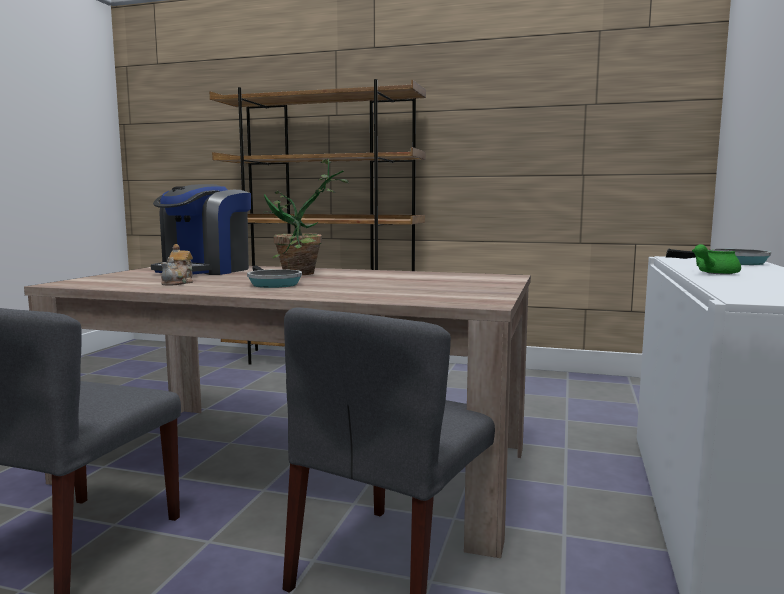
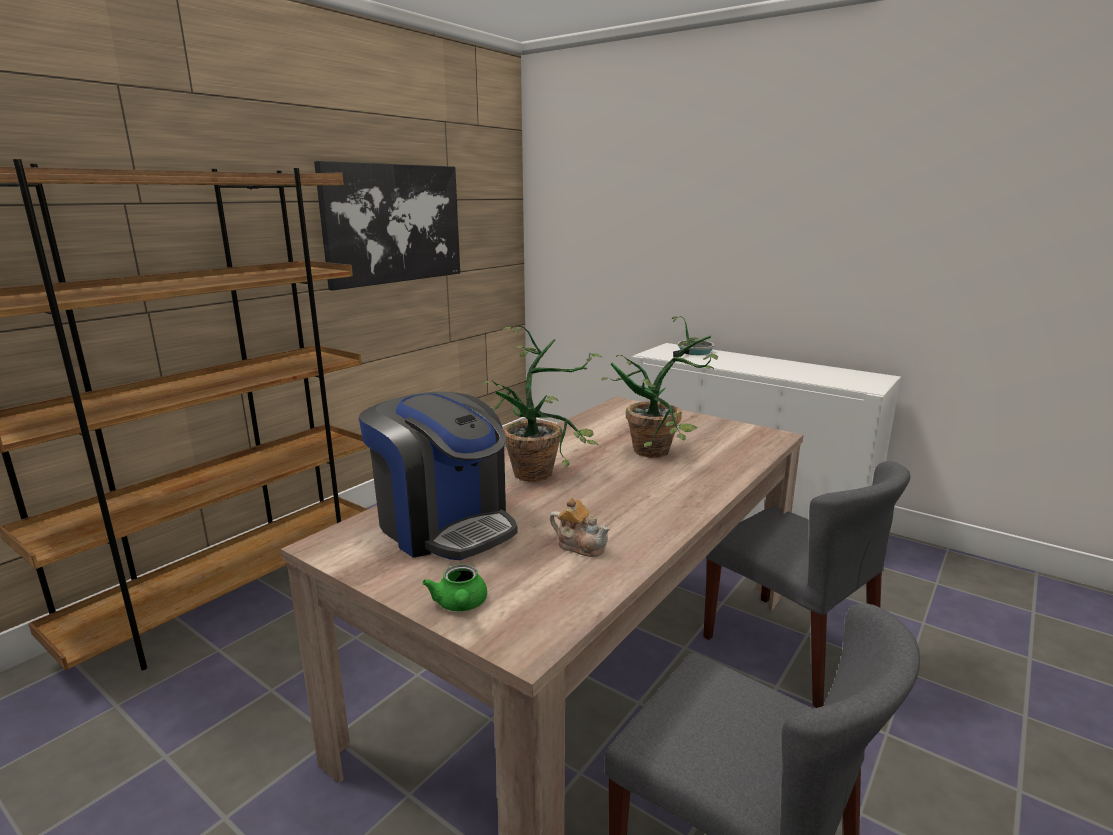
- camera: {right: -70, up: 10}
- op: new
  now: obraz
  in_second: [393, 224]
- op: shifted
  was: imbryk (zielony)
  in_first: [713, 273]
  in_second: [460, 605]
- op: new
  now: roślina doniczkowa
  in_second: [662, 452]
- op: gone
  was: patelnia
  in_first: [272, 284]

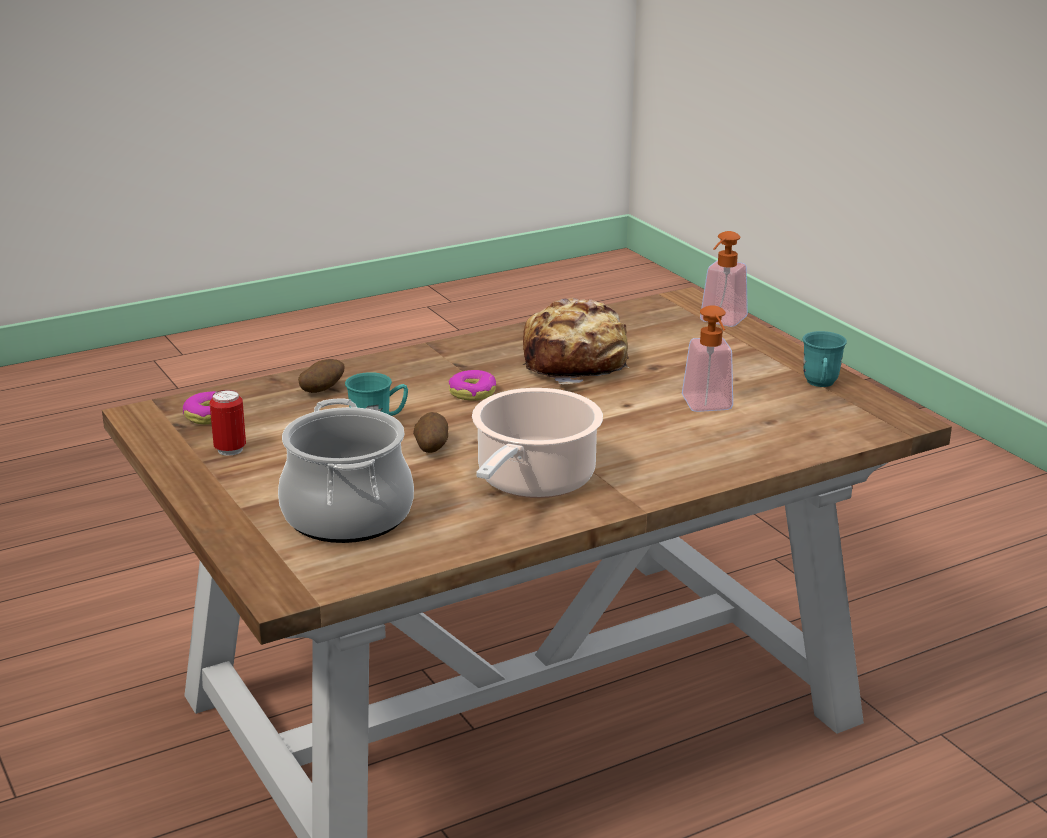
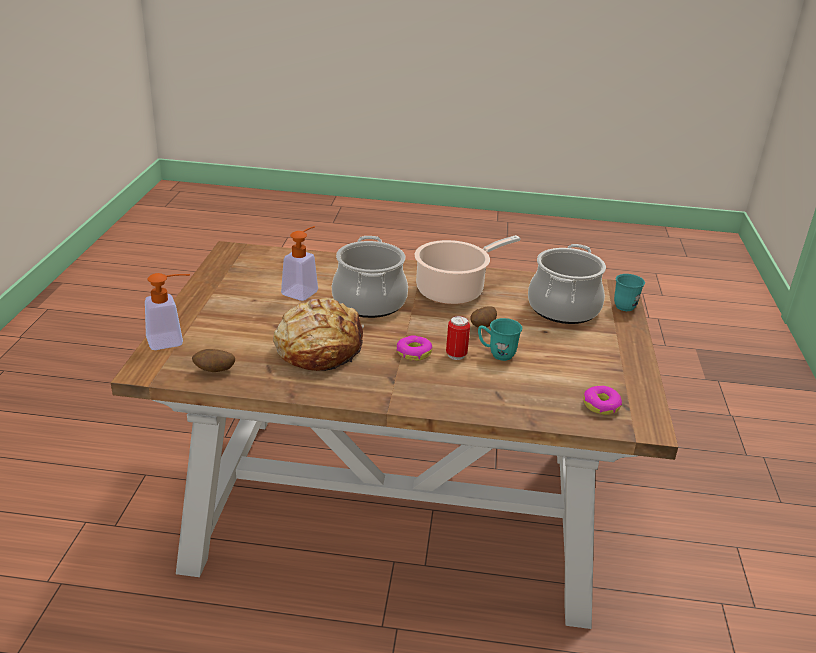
- camera: {right: -145, up: 5}
- op: shifted
  was: ziemniak
  in_first: [322, 390]
  in_second: [214, 371]
- op: new
  now: garnek
  in_second: [369, 302]
- op: shifted
  was: puszka
  in_first: [230, 450]
  in_second: [456, 355]
- op: shifted
  was: kubek (turkusowy)
  in_first: [820, 384]
  in_second: [627, 305]

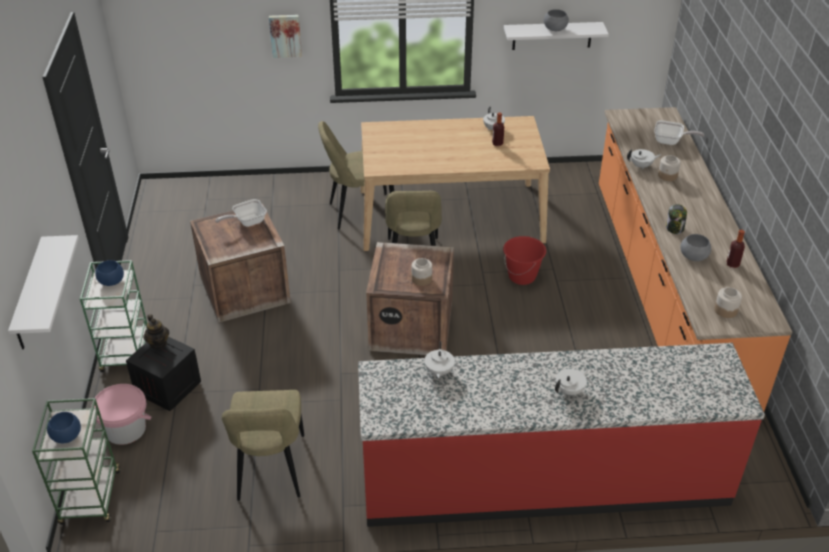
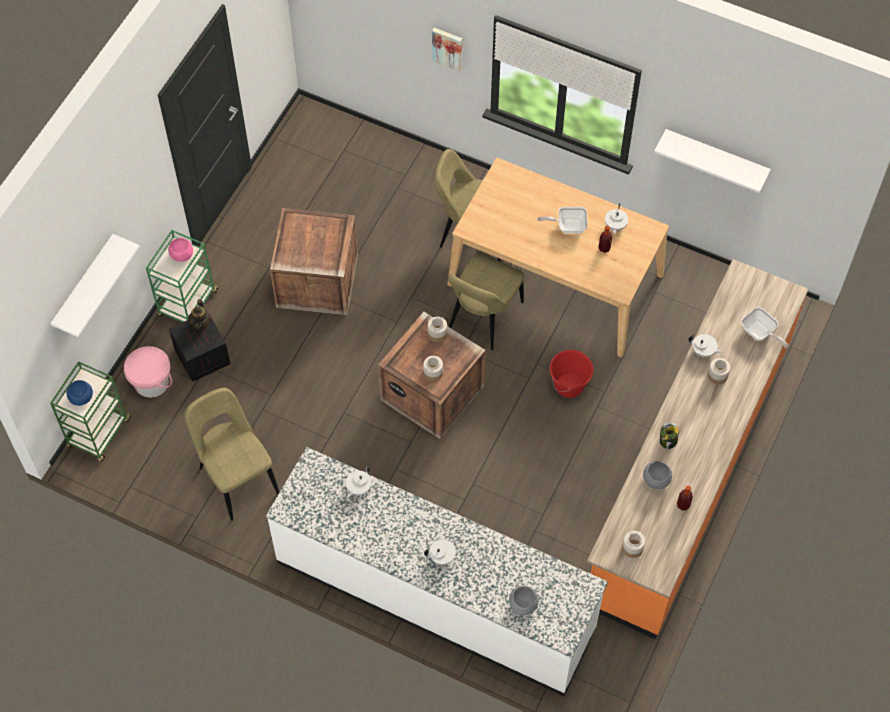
- camera: {right: 30, up: 20}
- op: repainted
  was: miska (niebieski)
  now: miska (różowy)
  in_first: [111, 281]
  in_second: [182, 255]
- op: rotated
  was: krzesło (beżowy)
  in_first: [270, 471]
  in_second: [237, 478]
  clockwise: 120
- op: repainted
  was: zabudowa kuchenna (czerwony)
  now: zabudowa kuchenna (biały)
  in_first: [543, 479]
  in_second: [435, 595]
- op: new
  now: słoik
  in_second: [437, 334]
- op: shifted
  was: miska (szary)
  in_first: [555, 29]
  in_second: [522, 605]
- op: shifted
  was: patelnia
  in_first: [247, 222]
  in_second: [568, 226]

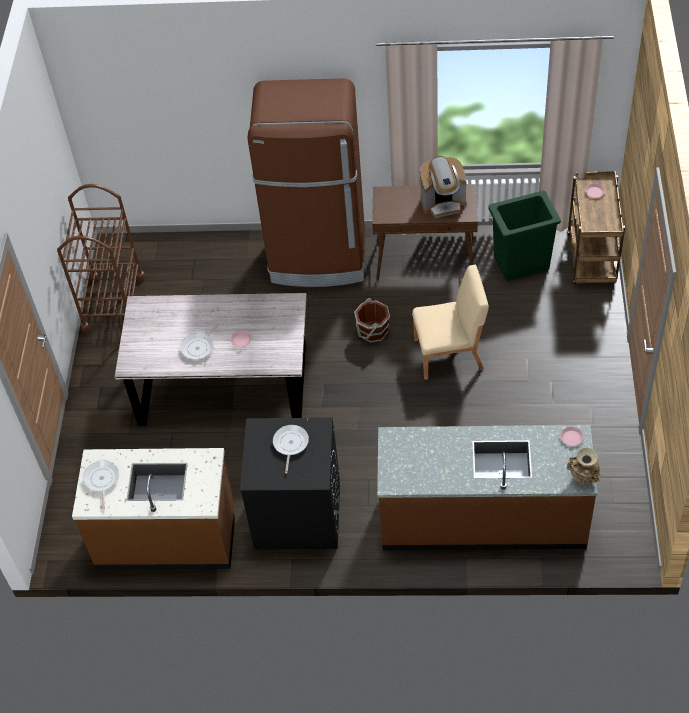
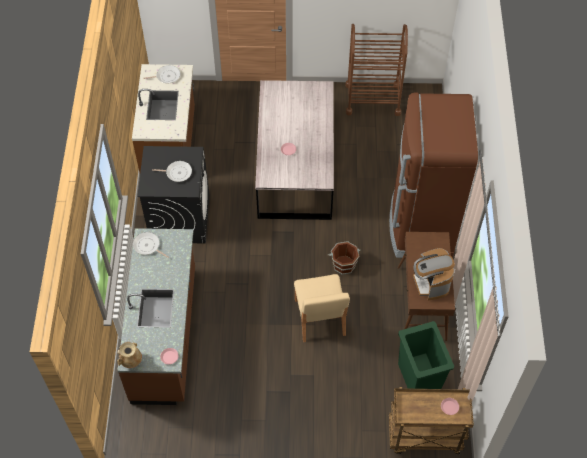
- camera: {right: 85, up: 5}
- op: shifted
  was: patelnia
  in_first: [199, 347]
  in_second: [148, 246]

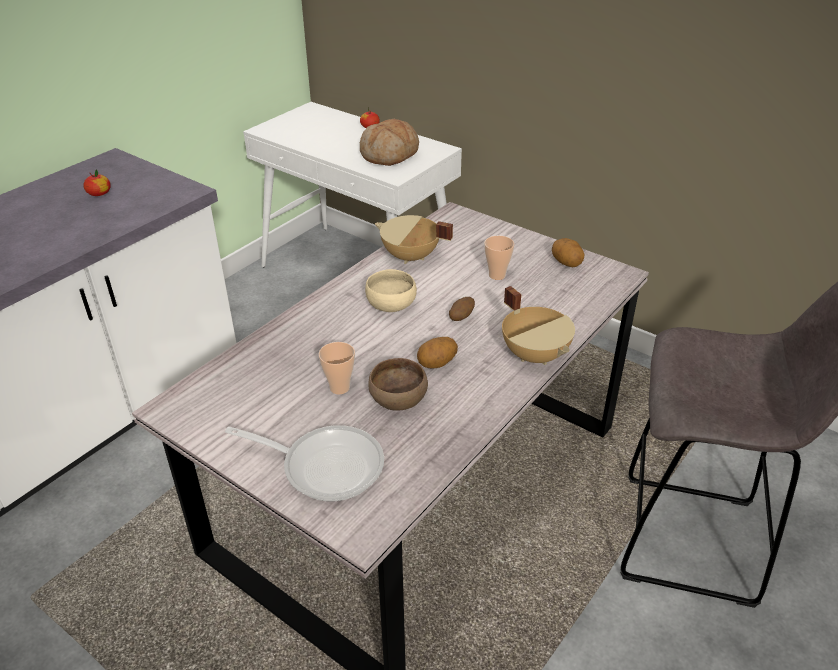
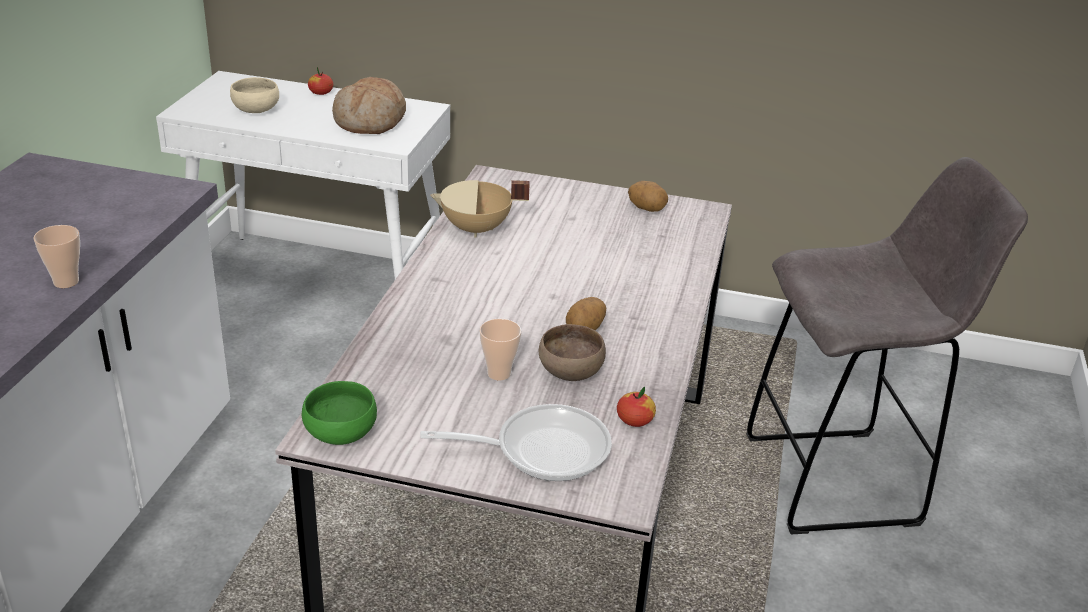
- camera: {right: -25, up: -5}
- op: shifted
  was: filiżanka
  in_first: [497, 275]
  in_second: [66, 282]
- op: shifted
  was: miska (beżowy)
  in_first: [391, 305]
  in_second: [256, 110]
- op: new
  now: miska (zielony)
  in_second: [340, 435]
- op: shifted
  was: jabłko
  in_first: [99, 193]
  in_second: [634, 420]
- op: gone
  was: ziemniak
  in_first: [461, 317]
- op: gone
  was: garnek (beżowy)
  in_first: [535, 354]

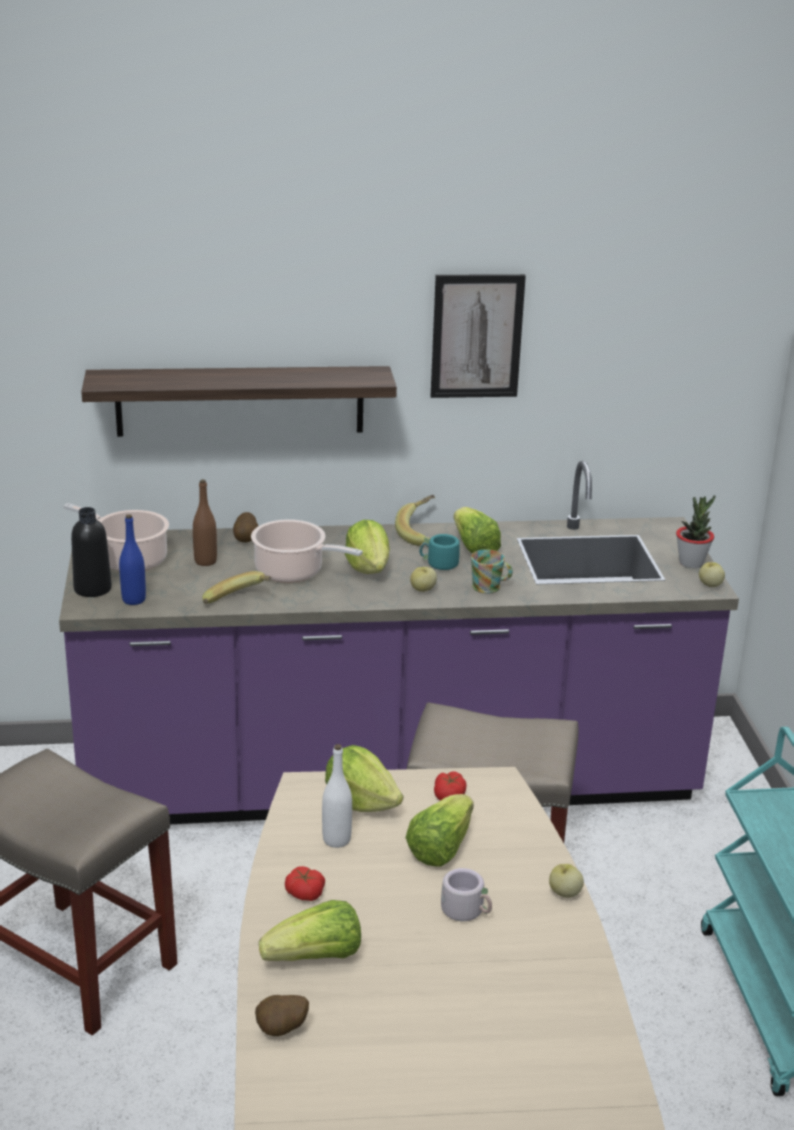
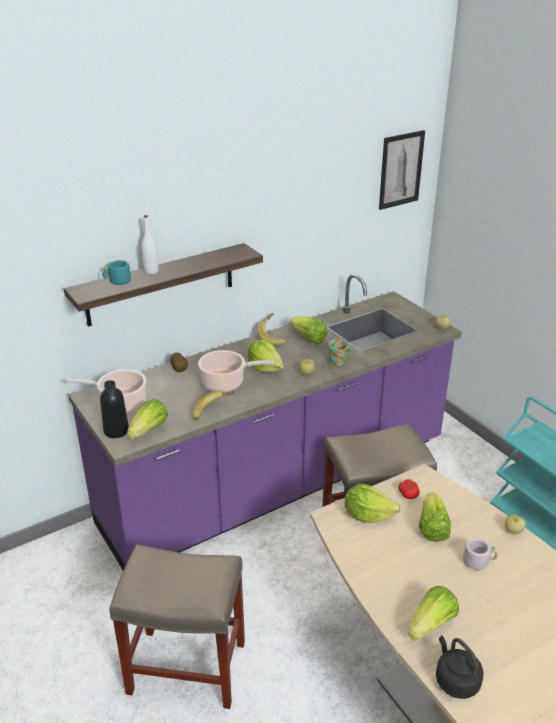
- camera: {right: -25, up: 5}
- op: shifted
  was: kubek (turkusowy)
  in_first: [439, 565]
  in_second: [117, 282]
- op: swapped
  was: butelka (niebieski)
  now: sałata
  in_first: [134, 600]
  in_second: [149, 430]
- op: shifted
  was: butelka (biały)
  in_first: [336, 840]
  in_second: [151, 271]
- op: shifted
  was: obraz
  in_first: [476, 336]
  in_second: [401, 170]
- op: swapped
  was: ziemniak
  now: czajnik (czarny)
  in_first: [282, 1031]
  in_second: [455, 680]
- op: gone
  was: butelka (brązowy)
  in_first: [205, 561]
- op: gone
  was: pomidor
  in_first: [304, 893]
- op: gone
  was: roślina doniczkowa
  in_first: [691, 563]

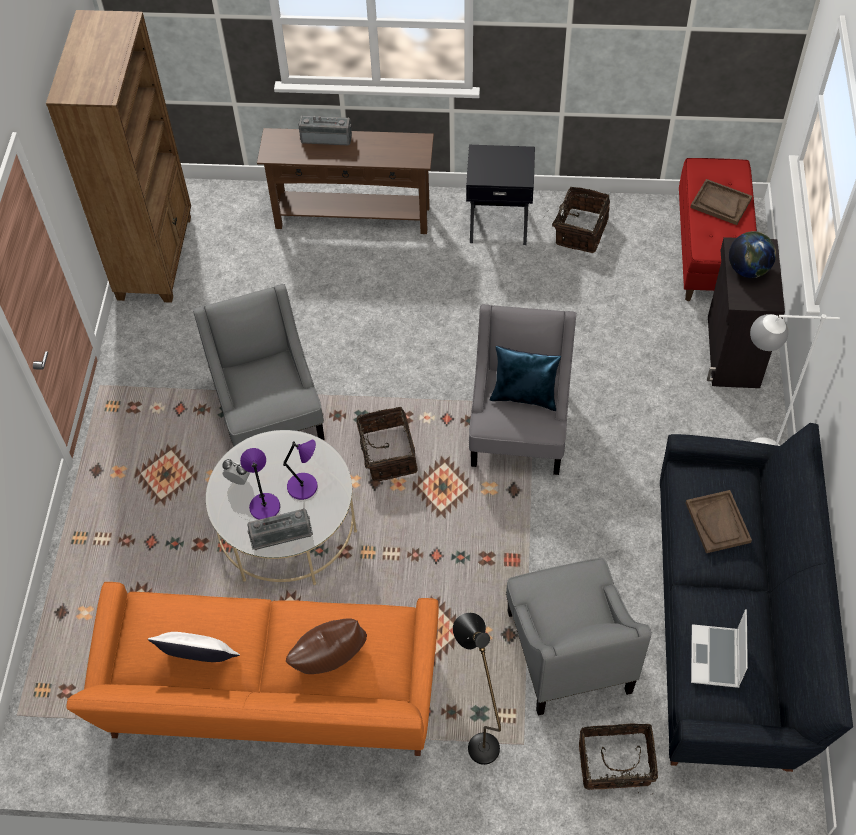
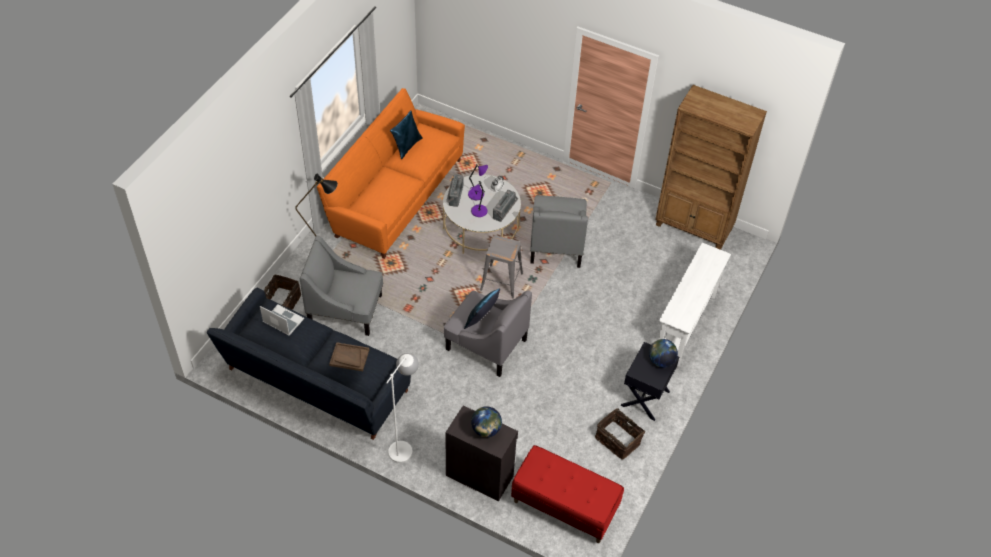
- camera: {right: 110, up: -5}
- op: repainted
  was: poduszka (biały)
  now: poduszka (niebieski)
  in_first: [199, 661]
  in_second: [407, 146]
- op: swapped
  was: koszyk
  now: stołek (szary)
  in_first: [387, 454]
  in_second: [501, 281]
- op: shifted
  was: radio
  in_first: [326, 137]
  in_second: [505, 211]
- op: rotated
  was: fotel (szary)
  in_first: [269, 412]
  in_second: [556, 243]
  clockwise: 90
- op: new
  now: globus
  in_second: [661, 361]
- op: repainted
  was: stolik konsolowy (brązowy)
  now: stolik konsolowy (biały)
  in_first: [353, 216]
  in_second: [686, 326]
- op: gone
  was: poduszka (brązowy)
  in_first: [331, 664]
- op: gone
  was: taca (brązowy)
  in_first: [720, 203]

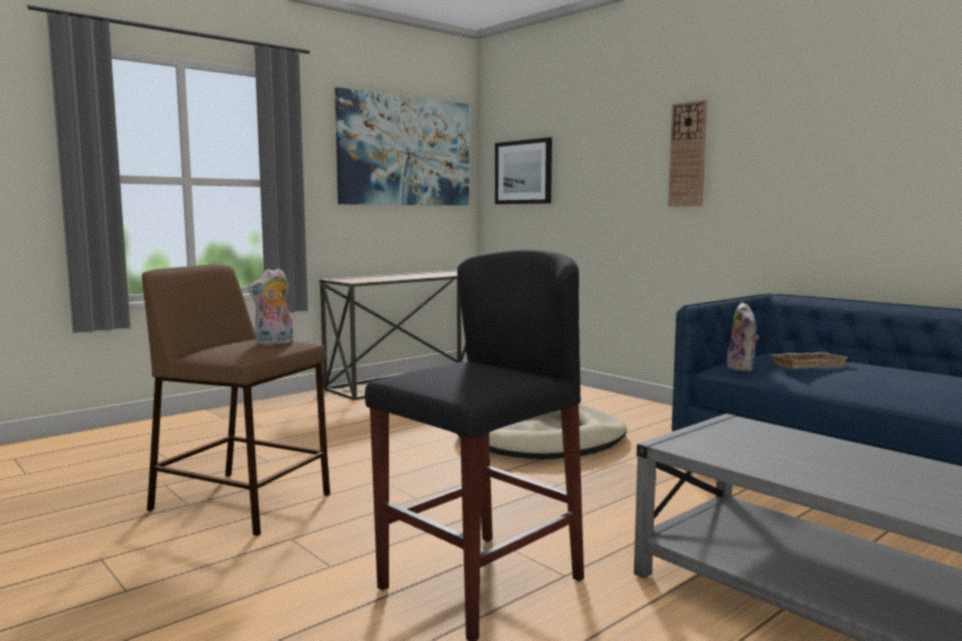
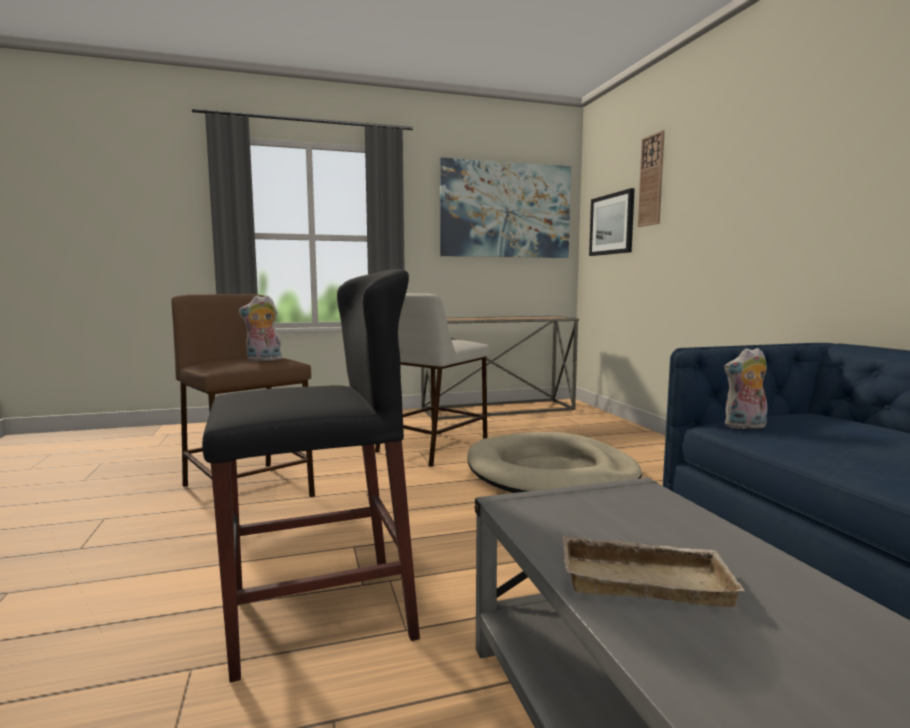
- camera: {right: 25, up: 0}
- op: new
  now: stołek (beżowy)
  in_second: [433, 447]
- op: shifted
  was: taca (beżowy)
  in_first: [806, 364]
  in_second: [645, 579]
- op: shifted
  was: zegar ścienny
  in_first: [688, 154]
  in_second: [651, 180]
- op: rotated
  was: pluszak
  in_first: [743, 368]
  in_second: [745, 426]
  clockwise: 60

